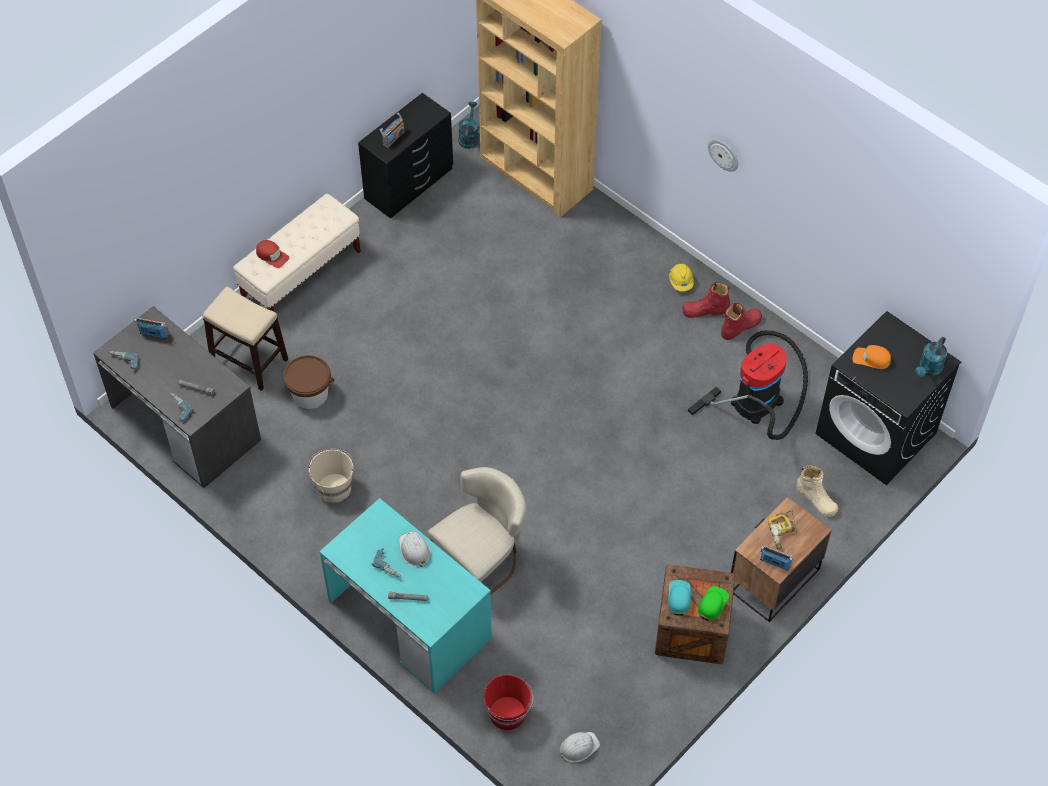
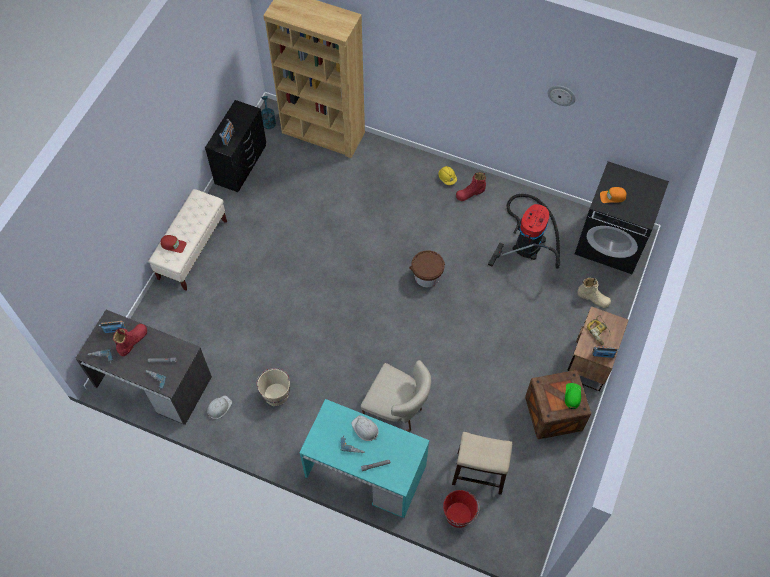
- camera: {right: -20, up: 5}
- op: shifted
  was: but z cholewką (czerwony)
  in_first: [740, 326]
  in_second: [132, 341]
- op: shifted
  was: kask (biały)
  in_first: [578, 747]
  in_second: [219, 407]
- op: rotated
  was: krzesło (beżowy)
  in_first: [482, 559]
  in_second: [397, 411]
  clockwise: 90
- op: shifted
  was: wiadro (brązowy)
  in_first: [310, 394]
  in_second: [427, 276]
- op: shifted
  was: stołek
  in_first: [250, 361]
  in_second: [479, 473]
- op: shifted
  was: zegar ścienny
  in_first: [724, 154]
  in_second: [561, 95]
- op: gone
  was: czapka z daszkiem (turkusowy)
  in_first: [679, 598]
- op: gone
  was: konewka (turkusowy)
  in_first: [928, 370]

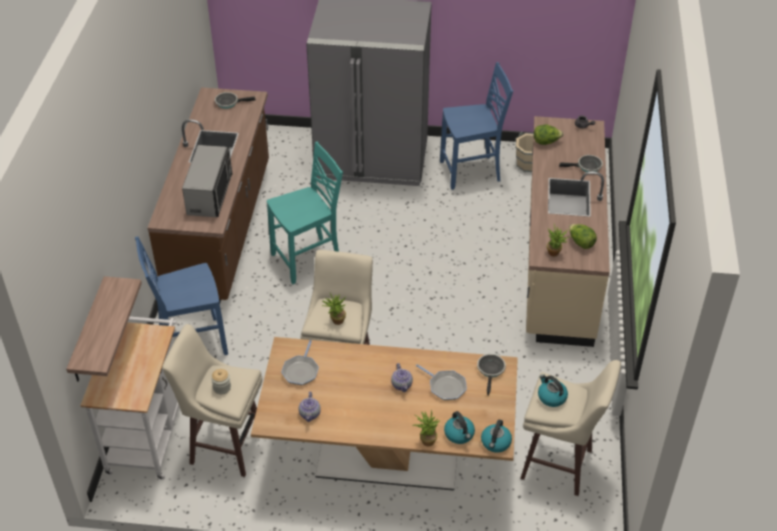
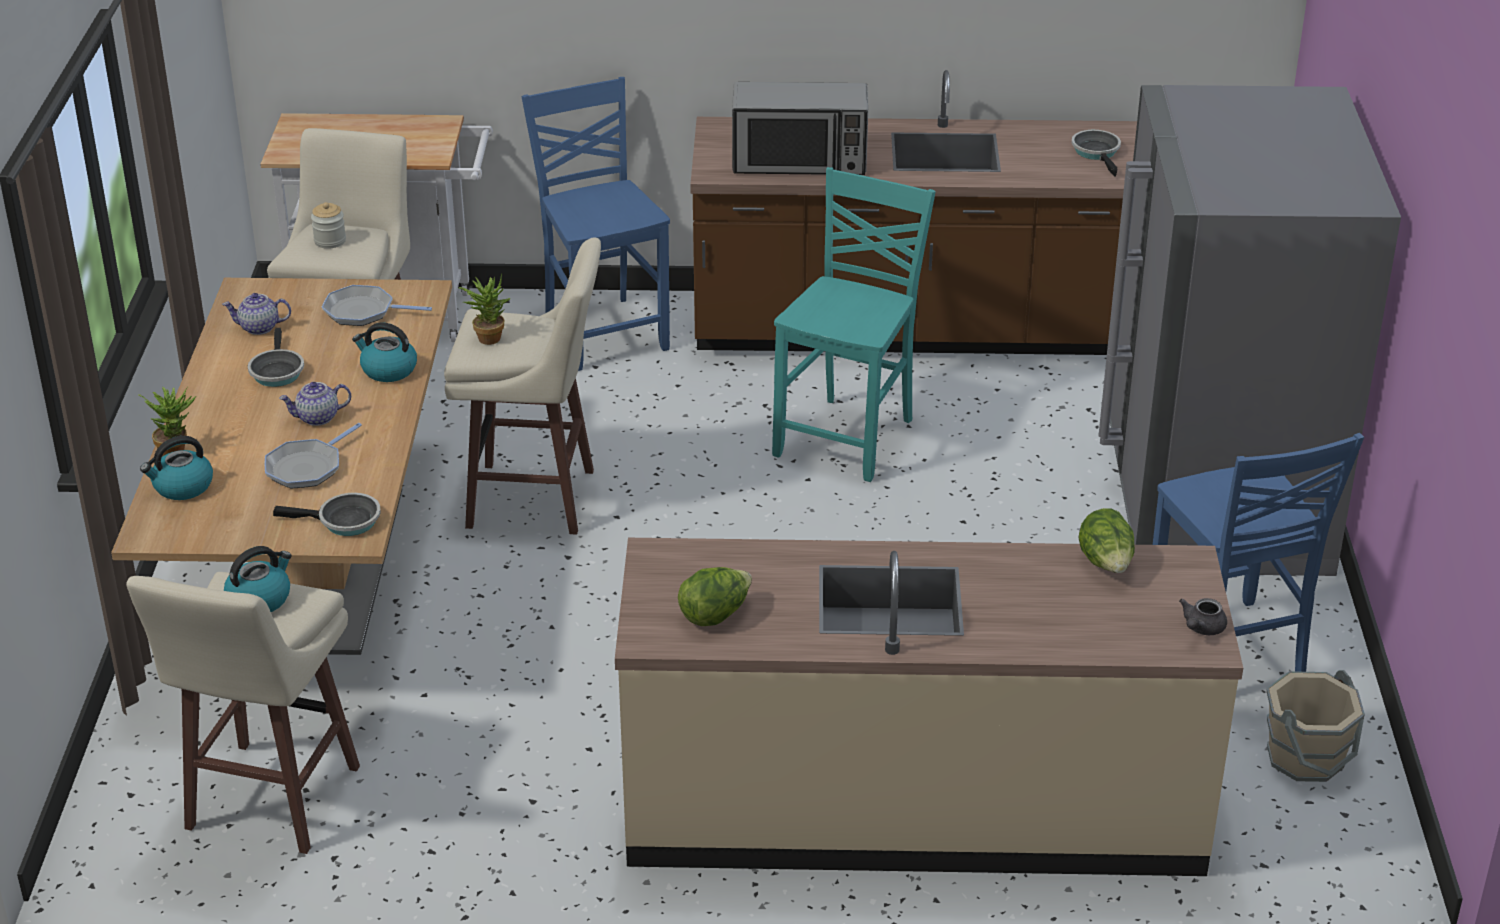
- camera: {right: 85, up: -10}
- op: shifted
  was: patelnia
  in_first: [587, 167]
  in_second: [276, 371]
- op: shifted
  was: czajnik
  in_first: [496, 443]
  in_second: [388, 370]
- op: rotated
  was: krzesło (turkusowy)
  in_first: [308, 259]
  in_second: [848, 437]
  clockwise: -120
- op: gone
  was: półka
  in_first: [88, 332]
- op: gone
  was: roślina doniczkowa
  in_first: [555, 253]

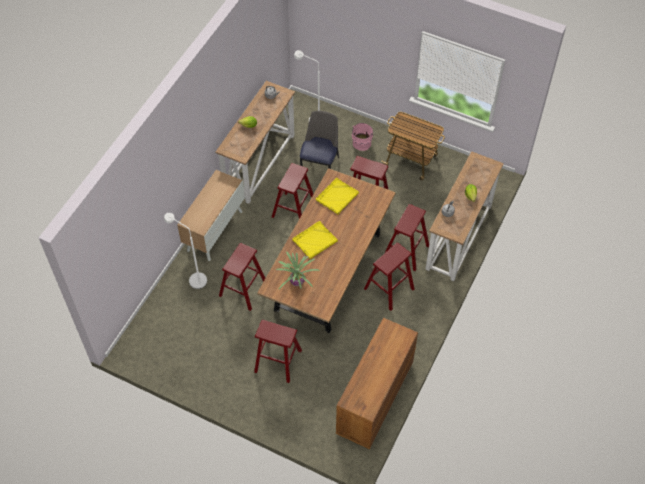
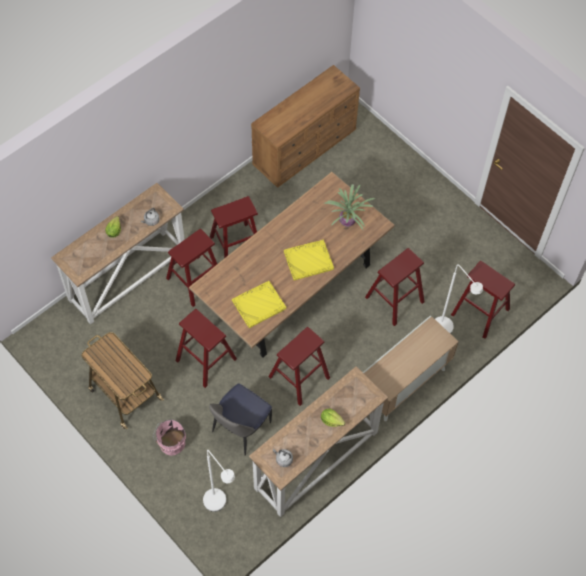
- camera: {right: -160, up: 5}
- op: shifted
  was: stołek (czerwony)
  in_first: [278, 361]
  in_second: [480, 312]

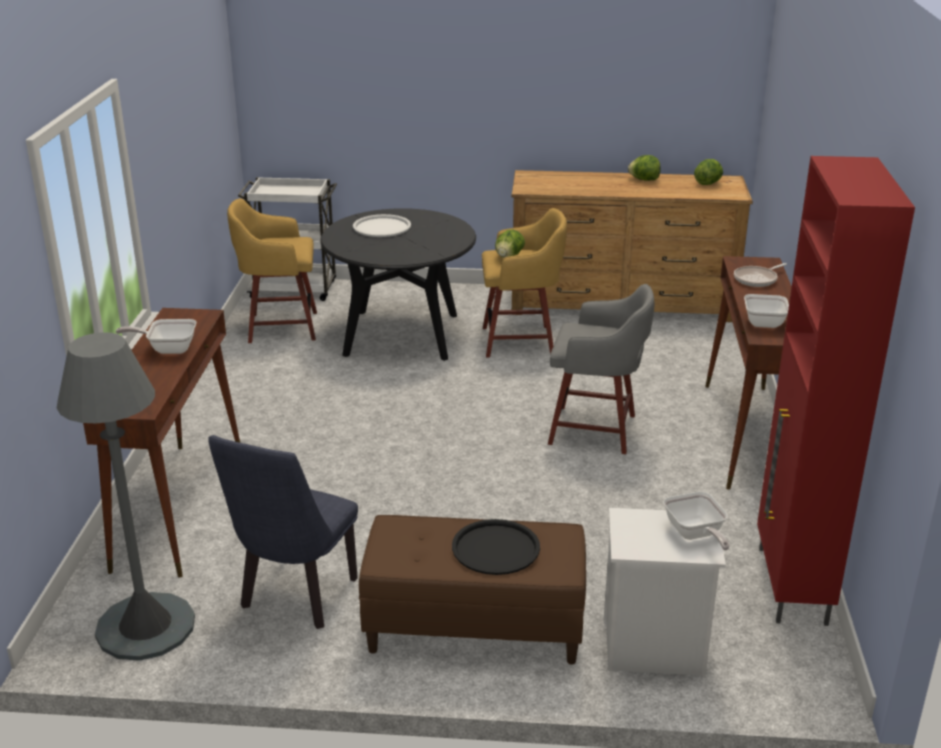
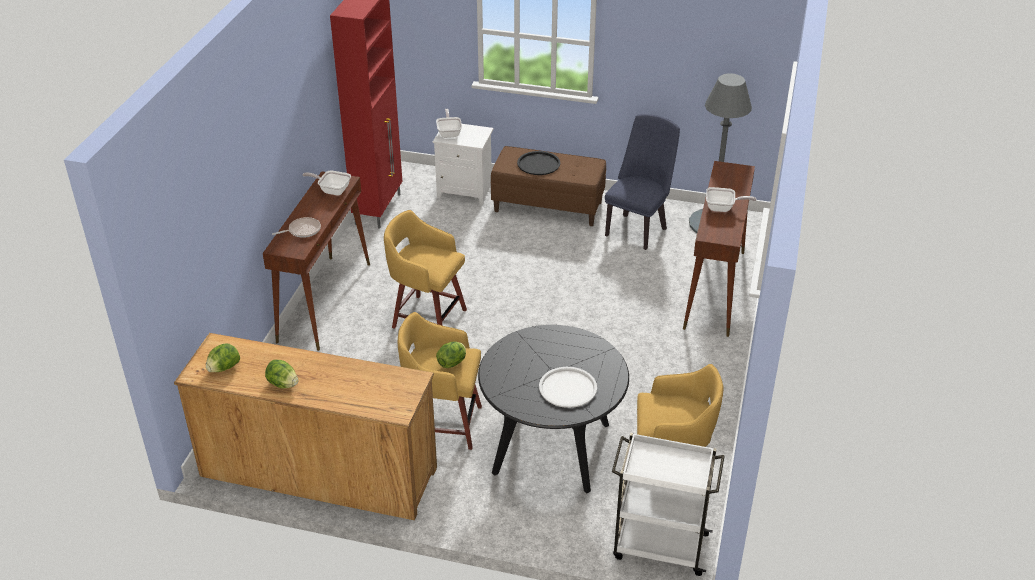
- camera: {right: -170, up: 10}
- op: repainted
  was: stołek (szary)
  now: stołek (żółty)
  in_first: [596, 430]
  in_second: [427, 317]

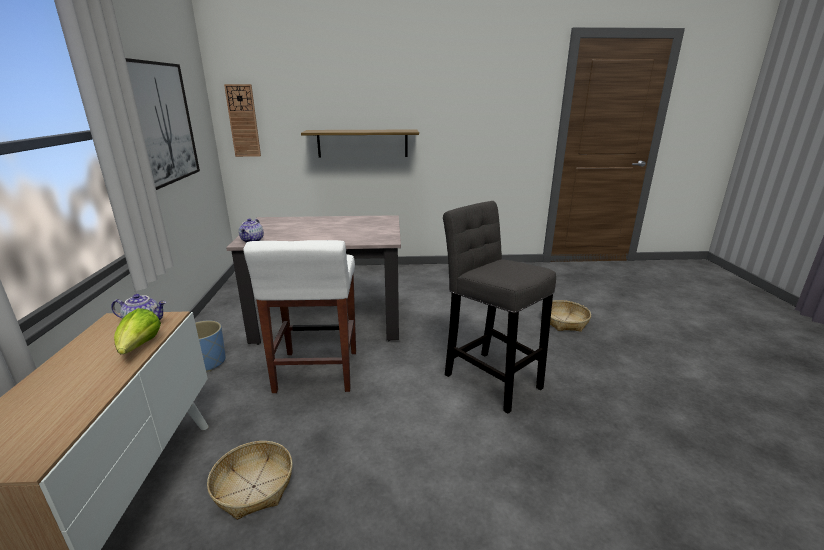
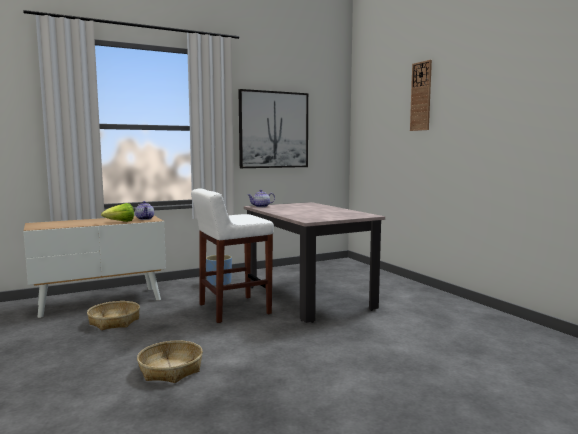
- camera: {right: 65, up: -15}
- op: shifted
  was: koszyk
  in_first: [564, 321]
  in_second: [171, 369]
- op: shifted
  was: zegar ścienny
  in_first: [243, 121]
  in_second: [421, 96]
- op: gone
  was: półka
  in_first: [362, 143]
- op: gone
  was: stołek (szary)
  in_first: [489, 378]

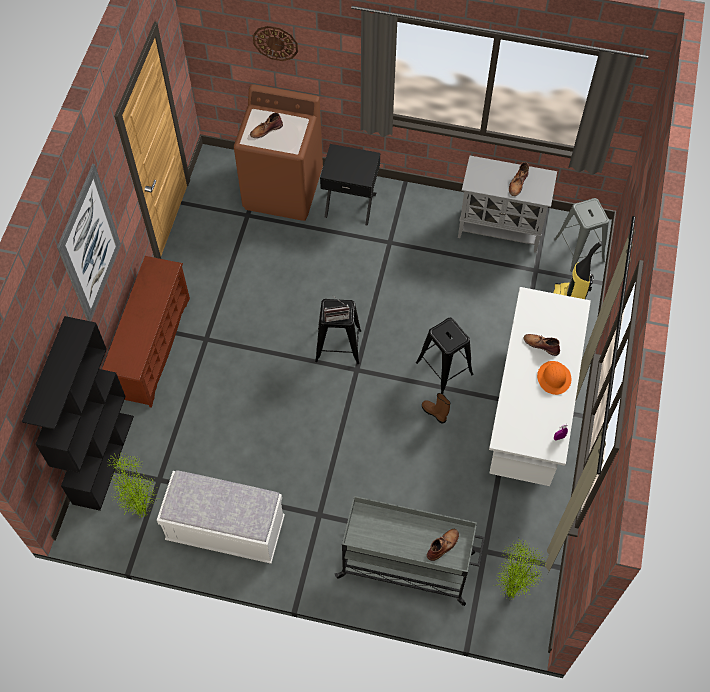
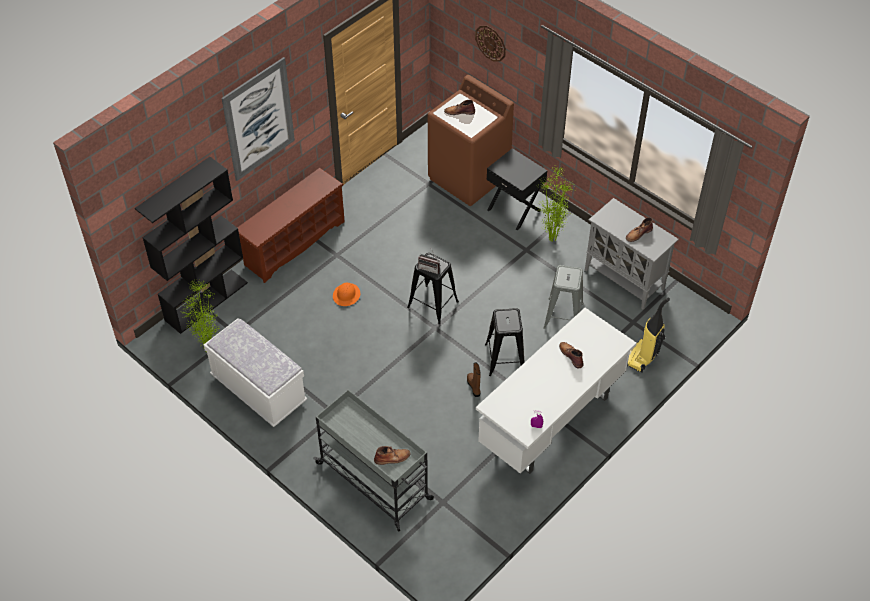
- camera: {right: 30, up: -10}
- op: shifted
  was: kask (pomarańczowy)
  in_first: [554, 378]
  in_second: [346, 295]
- op: shifted
  was: roślina doniczkowa
  in_first: [509, 592]
  in_second: [551, 238]
- op: shifted
  was: stołek (szary)
  in_first: [579, 250]
  in_second: [563, 315]

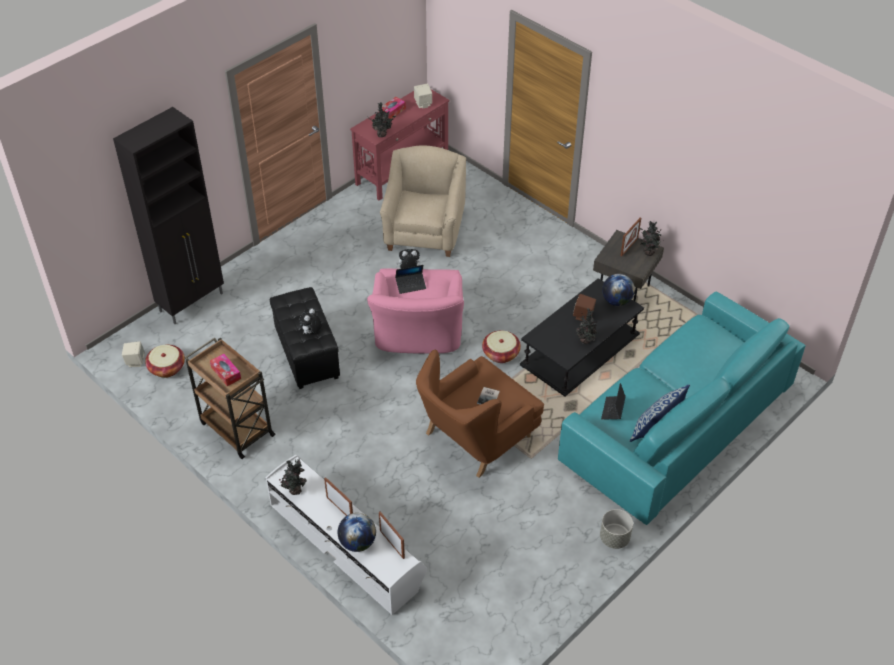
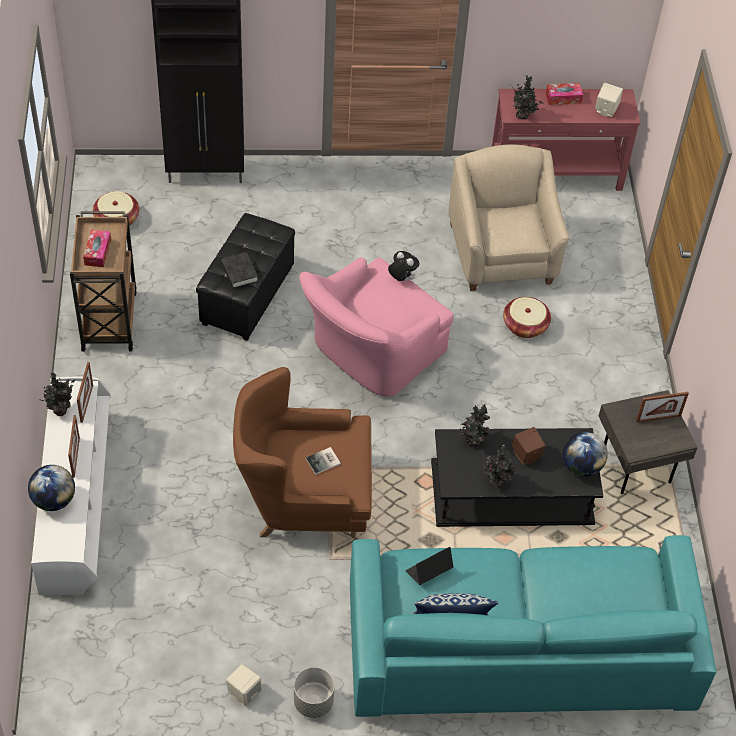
- camera: {right: 40, up: 5}
- op: shifted
  was: ramka na zdjęcie
  in_first: [392, 544]
  in_second: [86, 403]
- op: swapped
  was: pluszak
  now: książka (czarny)
  in_first: [311, 332]
  in_second: [239, 273]
- op: shifted
  was: głośnik (beżowy)
  in_first: [135, 361]
  in_second: [244, 692]
- op: rotated
  was: fotel (beżowy)
  in_first: [424, 231]
  in_second: [502, 254]
  clockwise: -60
- op: shifted
  was: roślina doniczkowa
  in_first: [648, 252]
  in_second: [472, 440]
- op: shifted
  was: koszyk
  in_first: [501, 353]
  in_second: [525, 326]
- op: gone
  was: laptop
  in_first: [411, 285]

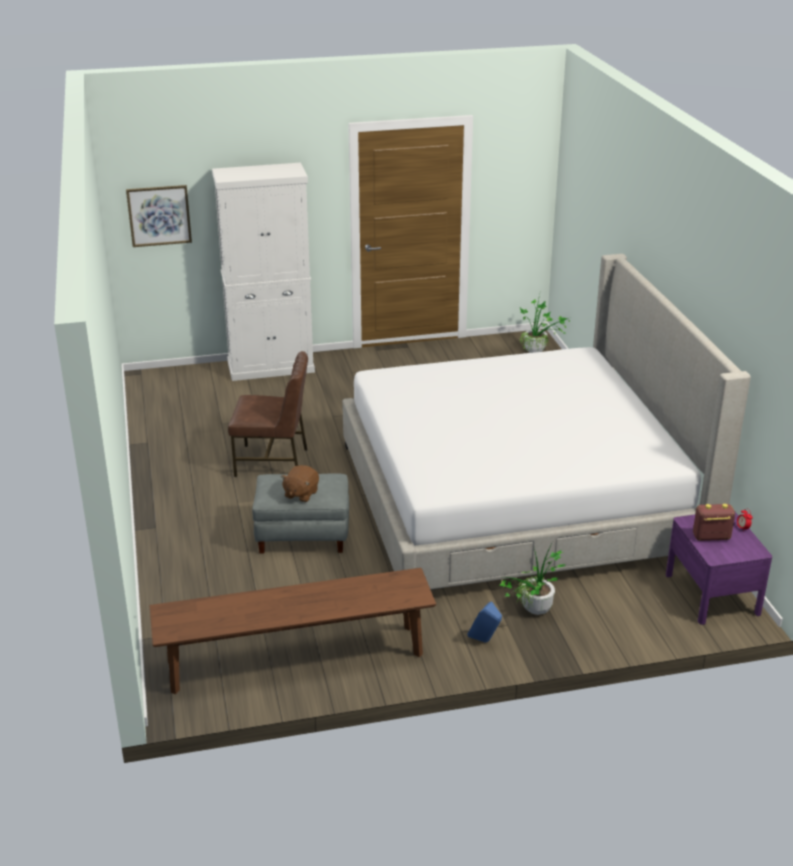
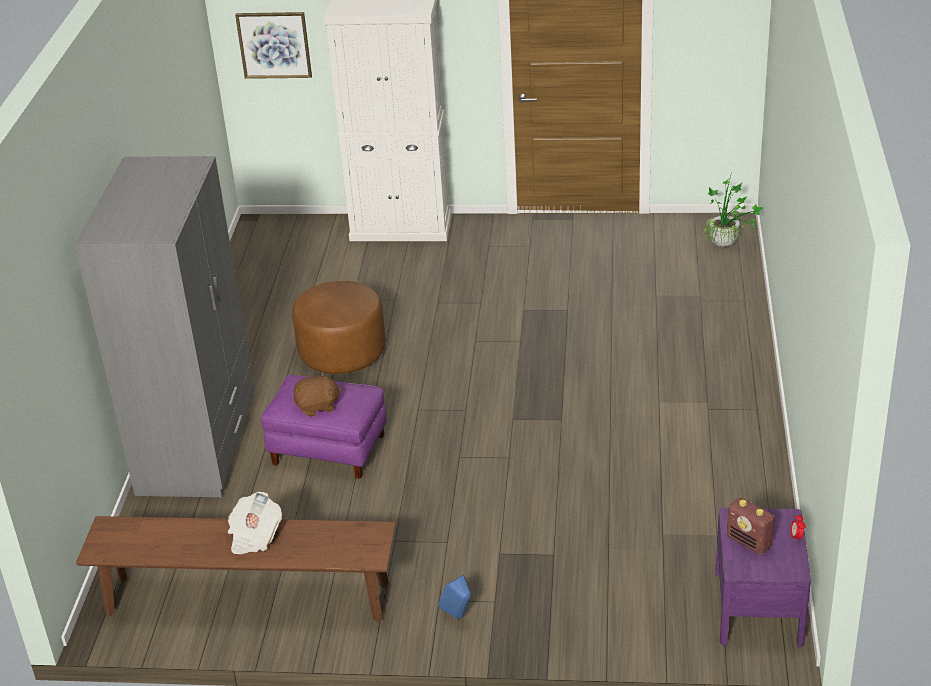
- camera: {right: 20, up: 5}
- op: new
  now: szafa (szary)
  in_second: [199, 444]
- op: new
  now: gazeta
  in_second: [254, 536]
- op: repainted
  was: pufa (szary)
  now: pufa (fioletowy)
  in_first: [302, 535]
  in_second: [328, 450]
- op: swapped
  was: krzesło (brązowy)
  now: pufa (brązowy)
  in_first: [273, 462]
  in_second: [342, 353]
- op: rotated
  was: pluszak (brązowy)
  in_first: [300, 494]
  in_second: [317, 407]
  clockwise: -150
- op: rotated
  was: radio
  in_first: [711, 537]
  in_second: [749, 542]
  clockwise: -150
- op: gone
  was: łóżko
  in_first: [517, 499]
- op: gone
  was: roślina doniczkowa
  in_first: [533, 613]

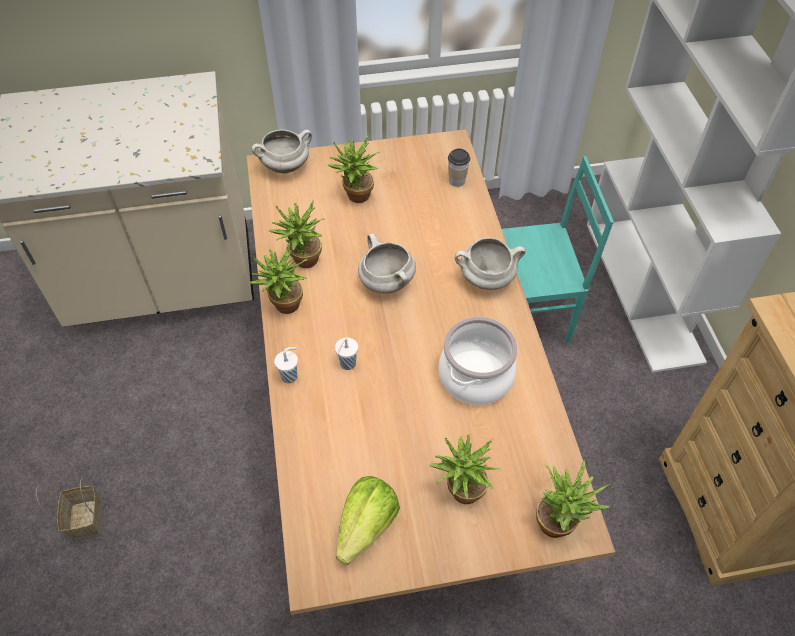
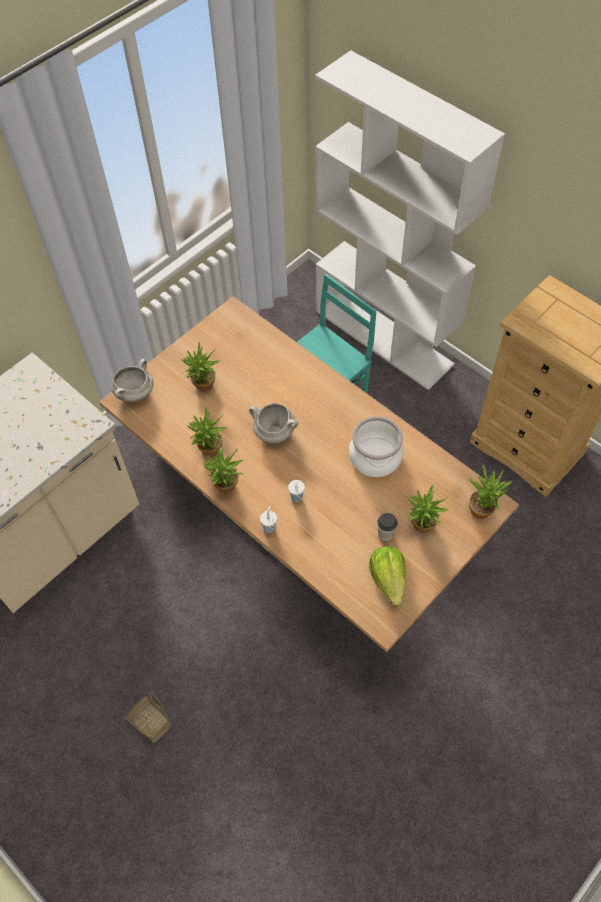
- camera: {right: -35, up: 5}
- op: shifted
  was: filiżanka
  in_first: [457, 180]
  in_second: [385, 534]
- op: gone
  was: garnek (biały)
  in_first: [486, 279]

